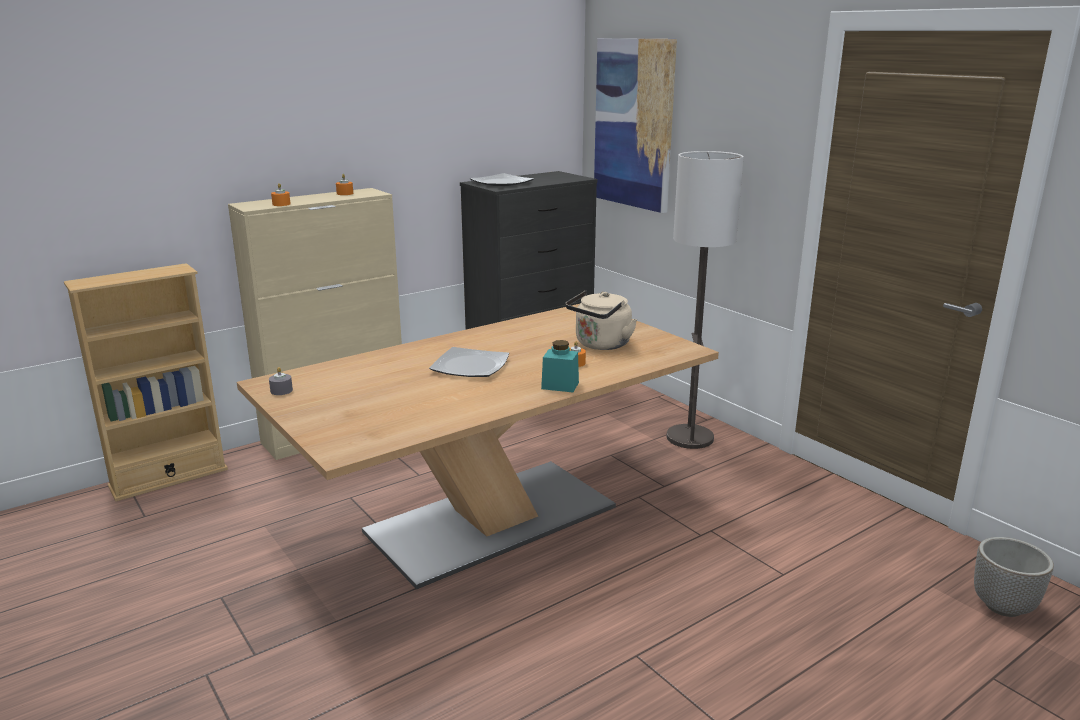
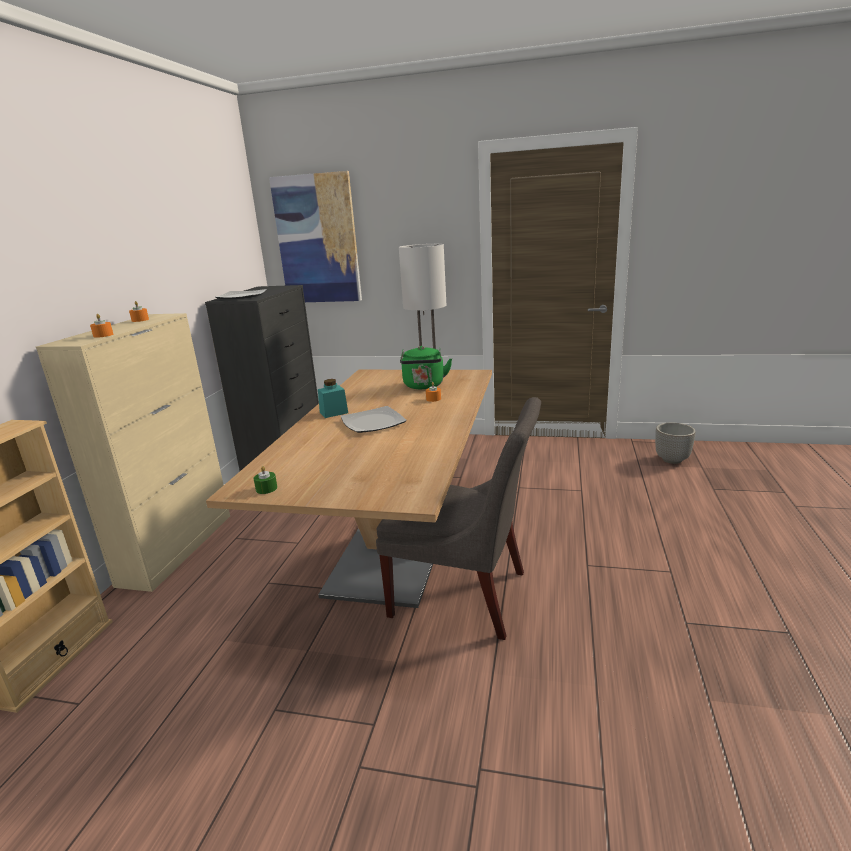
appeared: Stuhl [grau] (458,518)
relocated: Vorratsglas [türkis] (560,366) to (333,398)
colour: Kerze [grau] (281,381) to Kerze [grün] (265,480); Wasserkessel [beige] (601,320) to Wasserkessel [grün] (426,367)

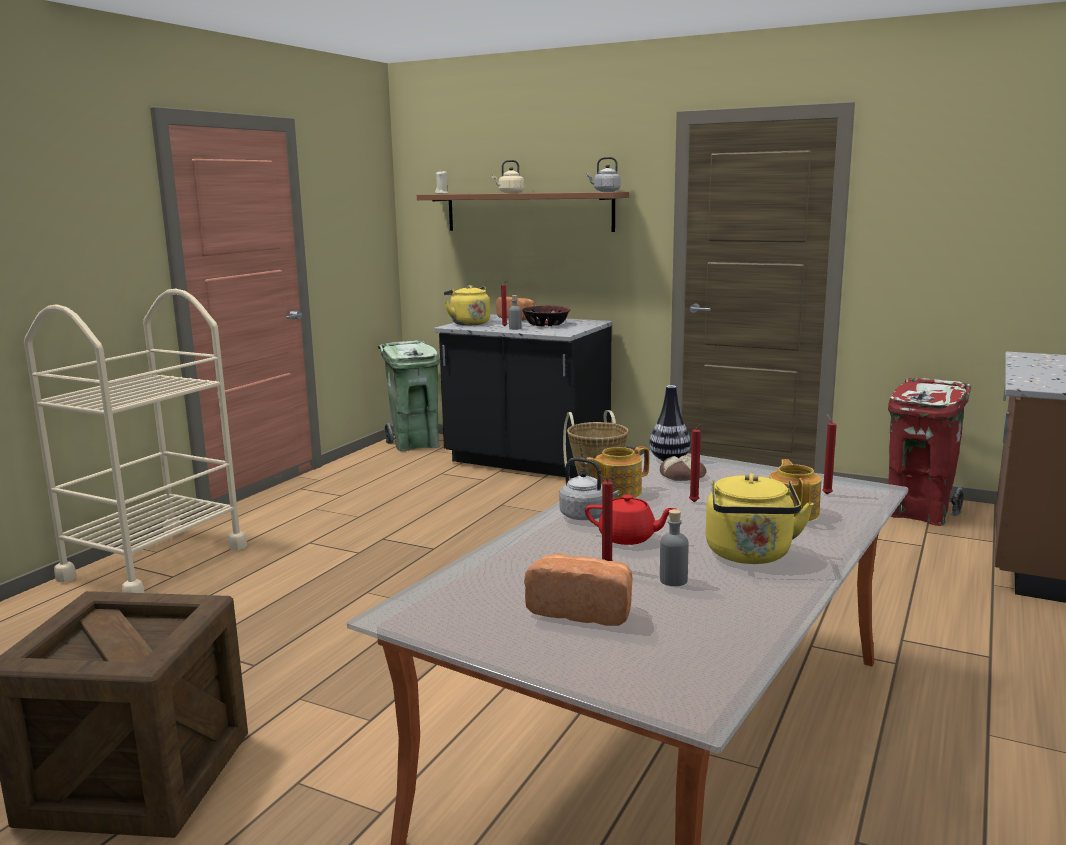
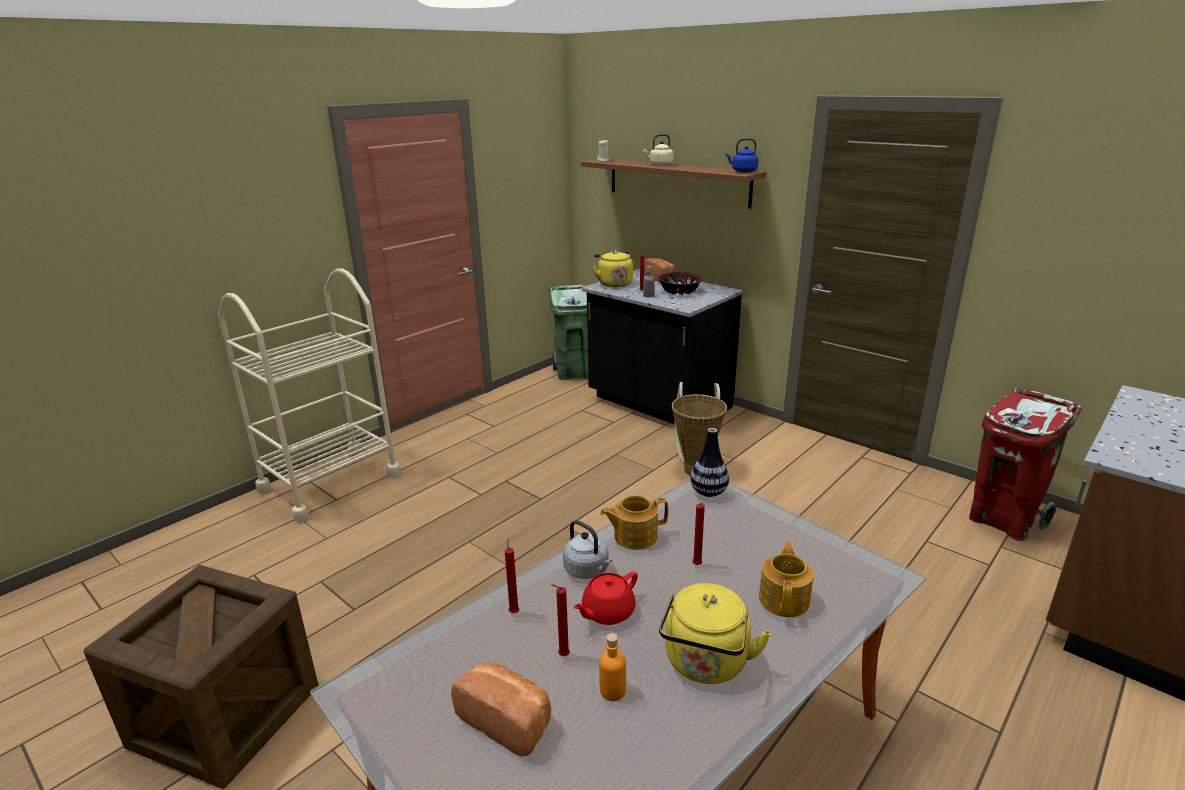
missing: Brot (683,468)
relocated: Kerze [rot] (829,454) to (512,575)
colour: Wasserkessel [grau] (603,174) to Wasserkessel [blau] (742,155); Flasche [grau] (674,547) to Flasche [orange] (612,667)
spun: Teekanne [rot] (630,519) = (605,598) 105 degrees clockwise

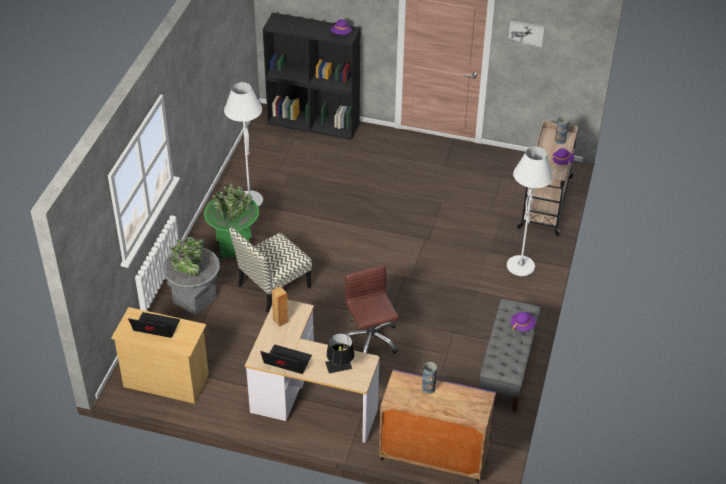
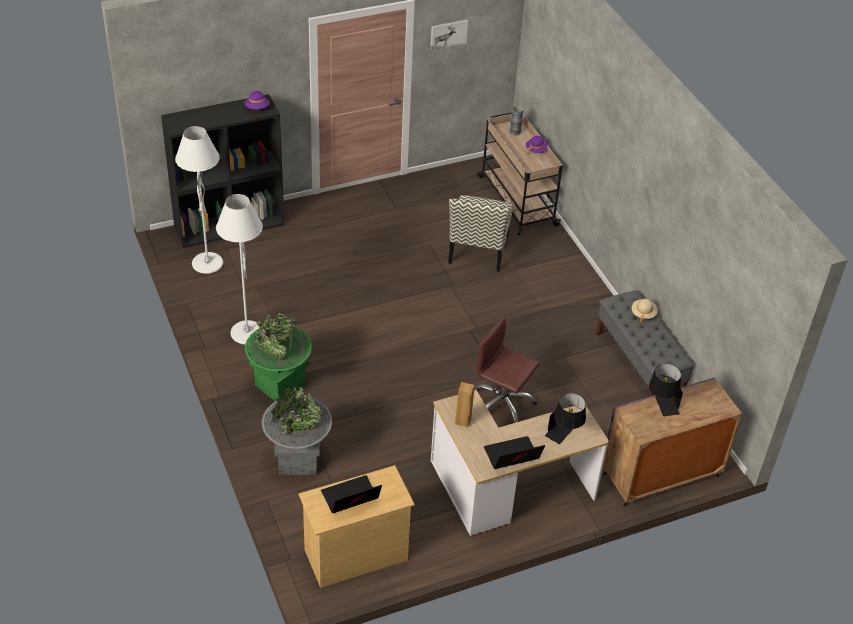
relocated: Stuhl (270,270) to (480,233); Stehlampe [weiß] (530,211) to (199,200)
exchanged: Vase (429,378) to Tischlampe [schwarz] (666,389)
colour: Hut [lila] (523,321) to Hut [beige] (645,310)

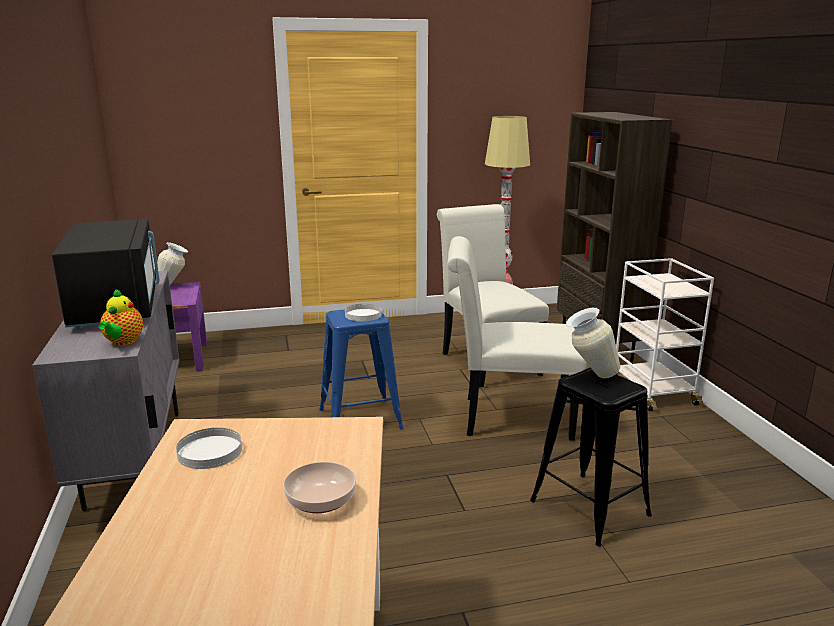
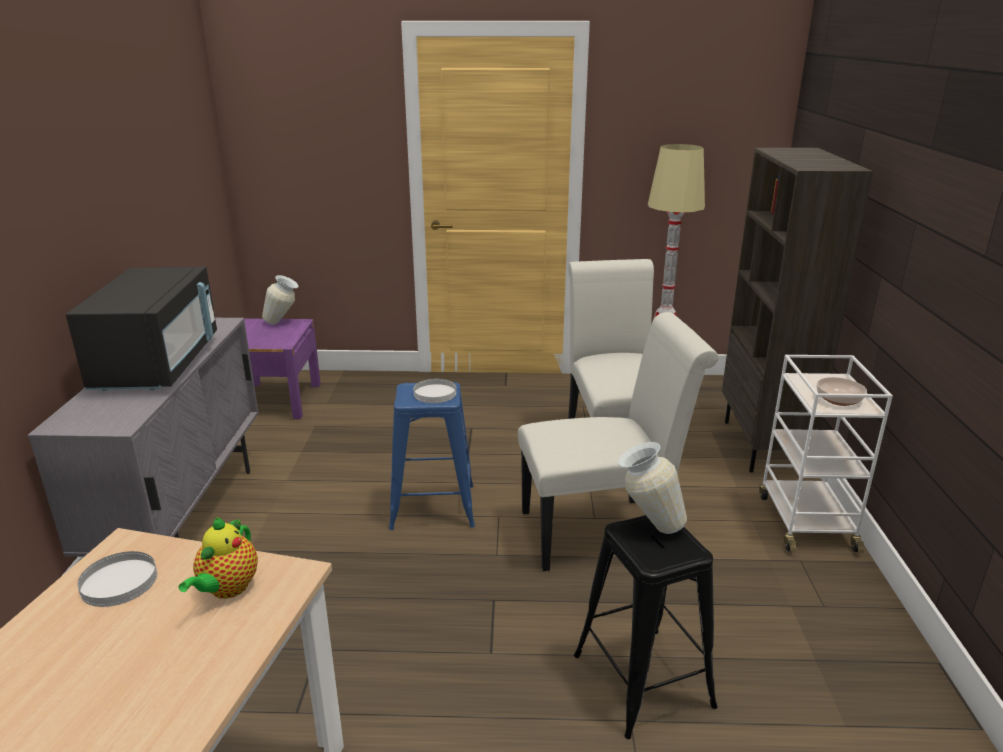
relocated: Teekanne (120,317) to (218,558); Schüssel (319,487) to (842,391)
spun: Stuhl [weiß] (517,338) = (618,441) 150 degrees clockwise

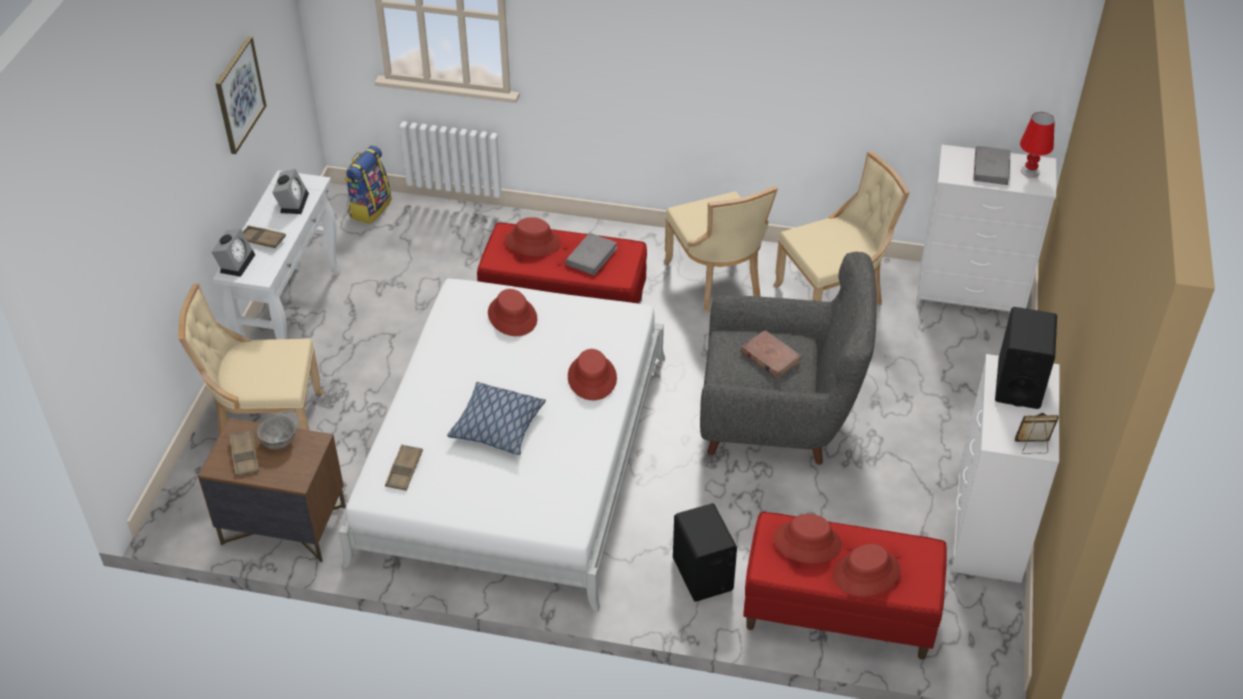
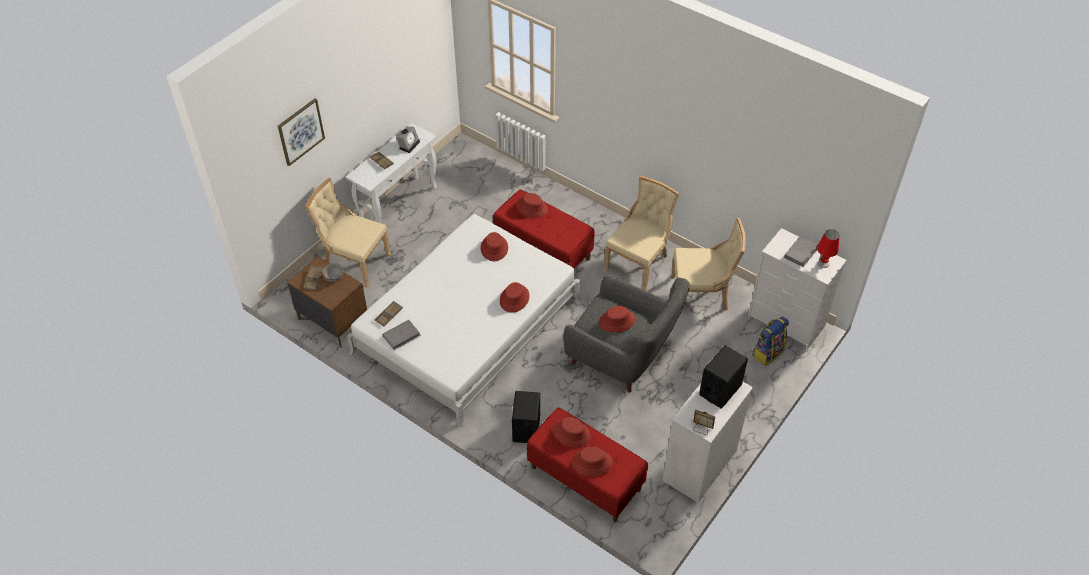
missing: Wecker (233,253); Kissen (496,418)
relocated: Bild (240,95) to (301,132); Rucksack (368,185) to (771,341); Buch [grau] (591,254) to (401,335)
exchanged: Buch [braun] (771,354) to Hut [rot] (617,319)
spun: Stuhl [beige] (720,249) = (641,233) 150 degrees counterclockwise

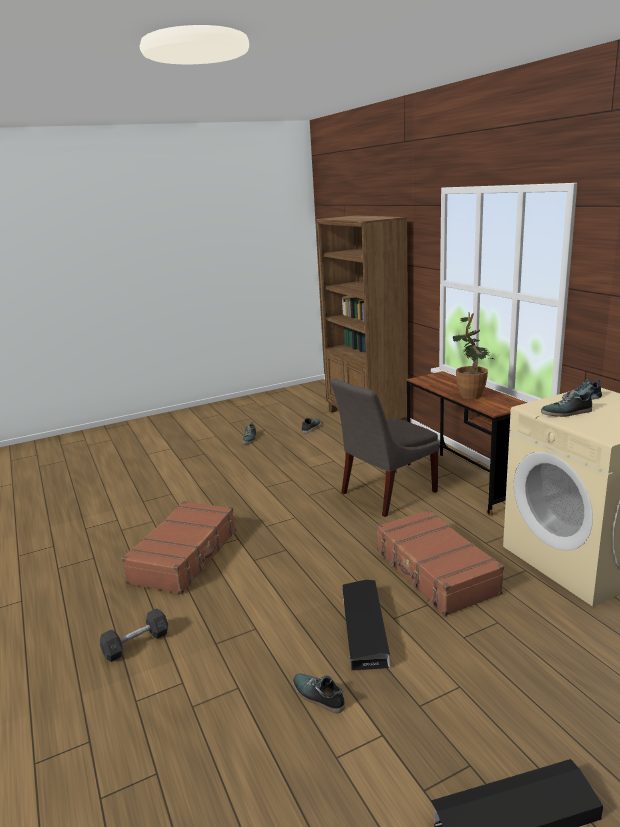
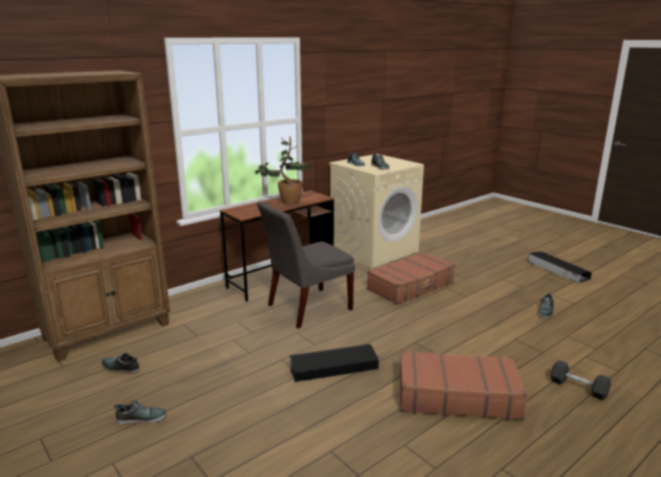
relocated: Aufbewahrungsbox [schwarz] (366,625) to (334,363)
spun: Stuhl [grau] (385,447) = (306,264) 105 degrees clockwise

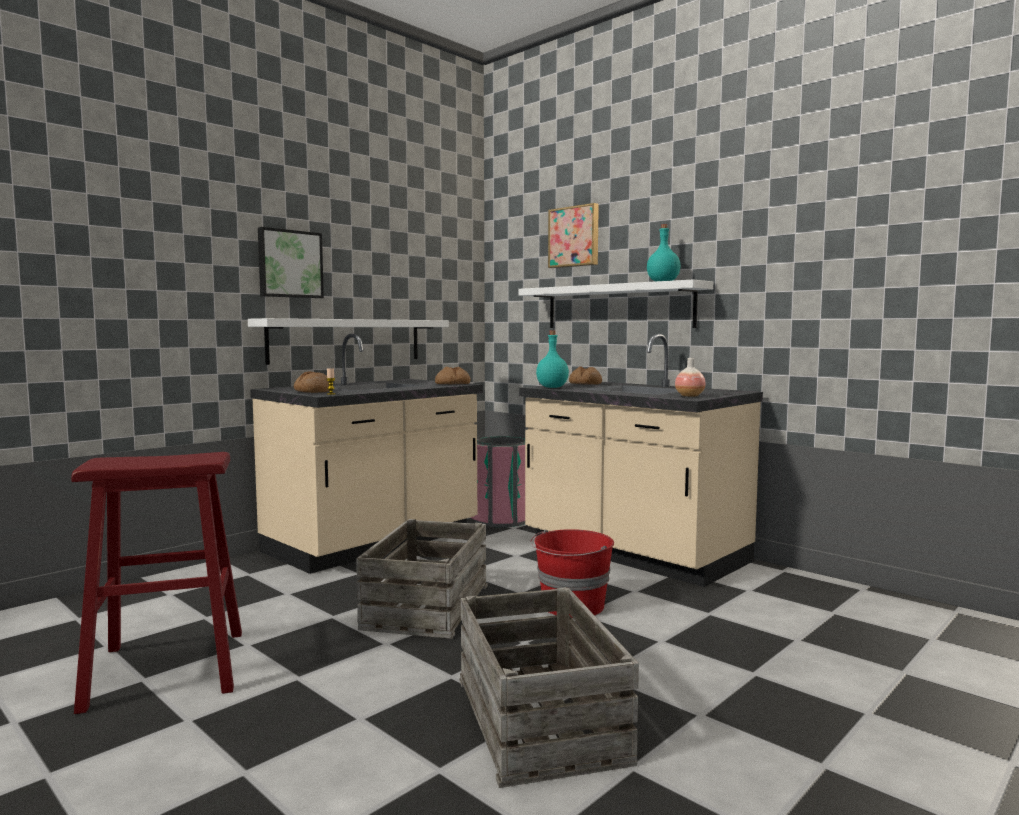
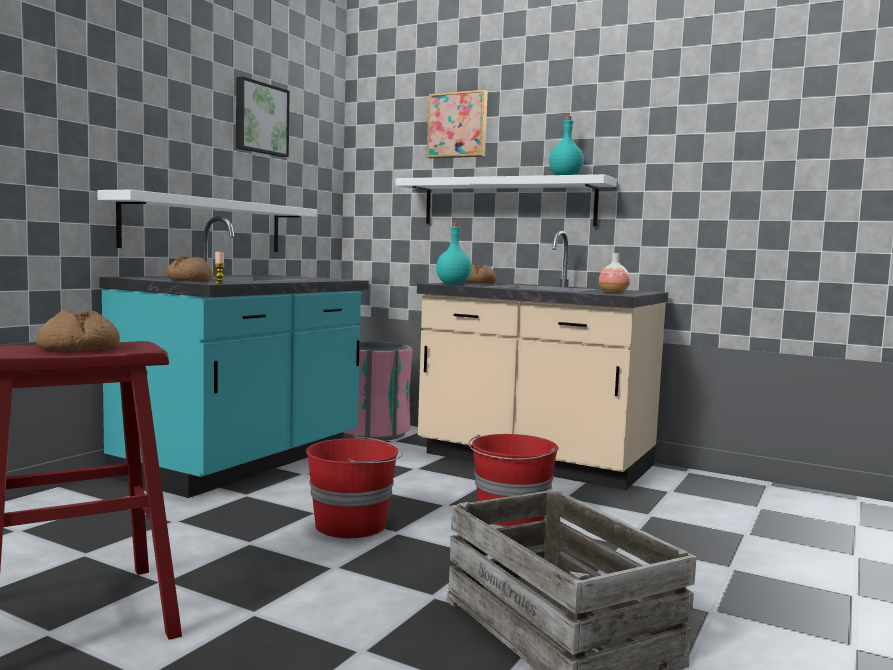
relocated: Bild (291,262) to (263,116); Brot (453,375) to (78,330)
exchanged: Kiste (422,579) to Eimer [rot] (354,486)
colour: Küchenzeile [beige] (366,454) to Küchenzeile [türkis] (234,357)

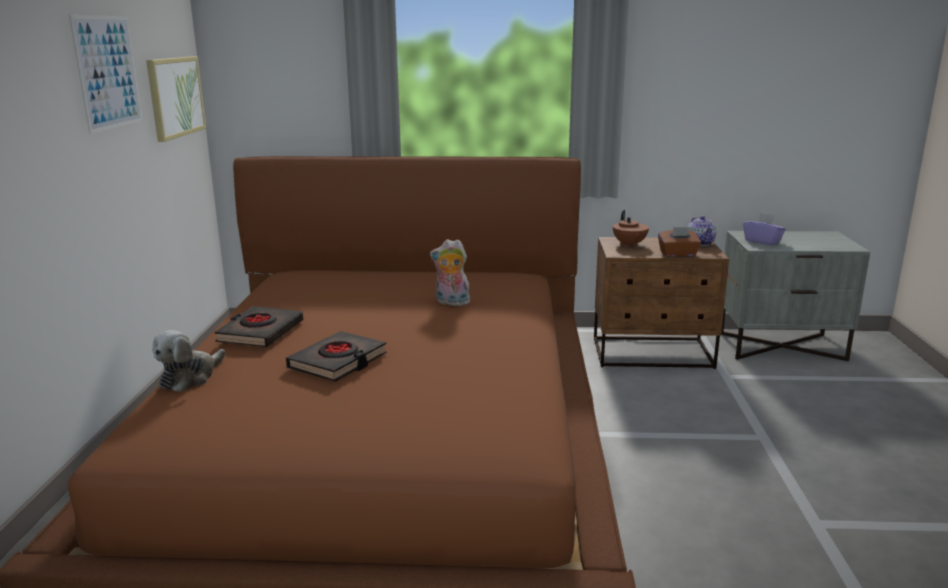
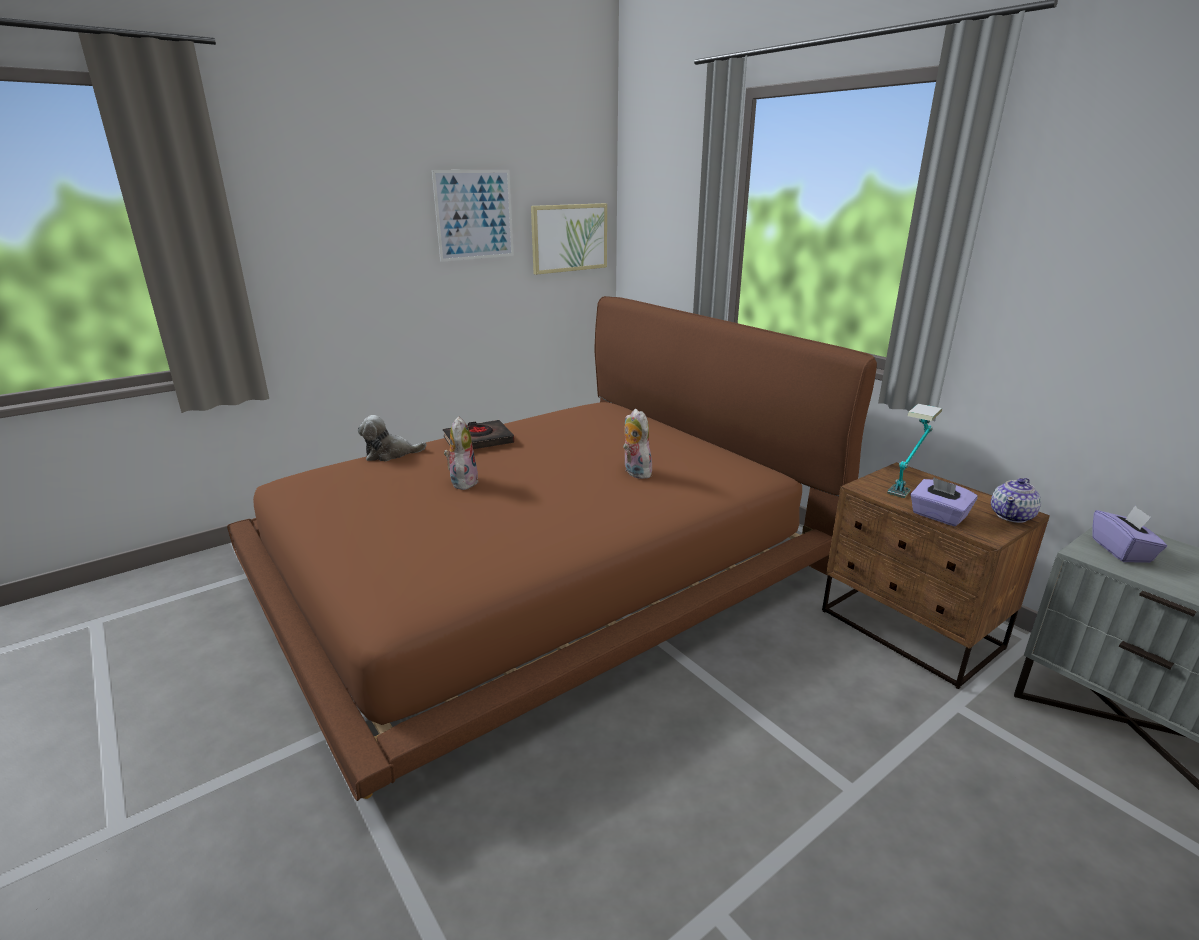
exchanged: Buch [schwarz] (336,356) to Plüschtier (461,453); Teekanne [braun] (631,228) to Tischlampe (914,451)
colour: Taschentuchbox [braun] (679,242) to Taschentuchbox [lila] (944,502)

